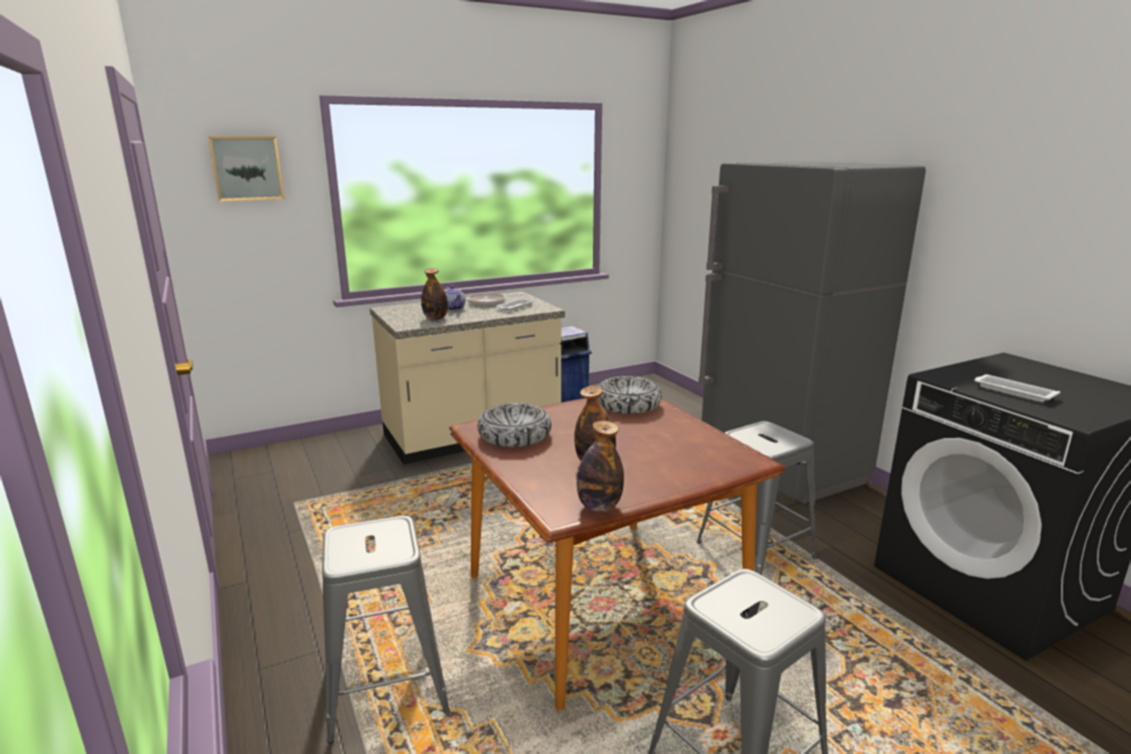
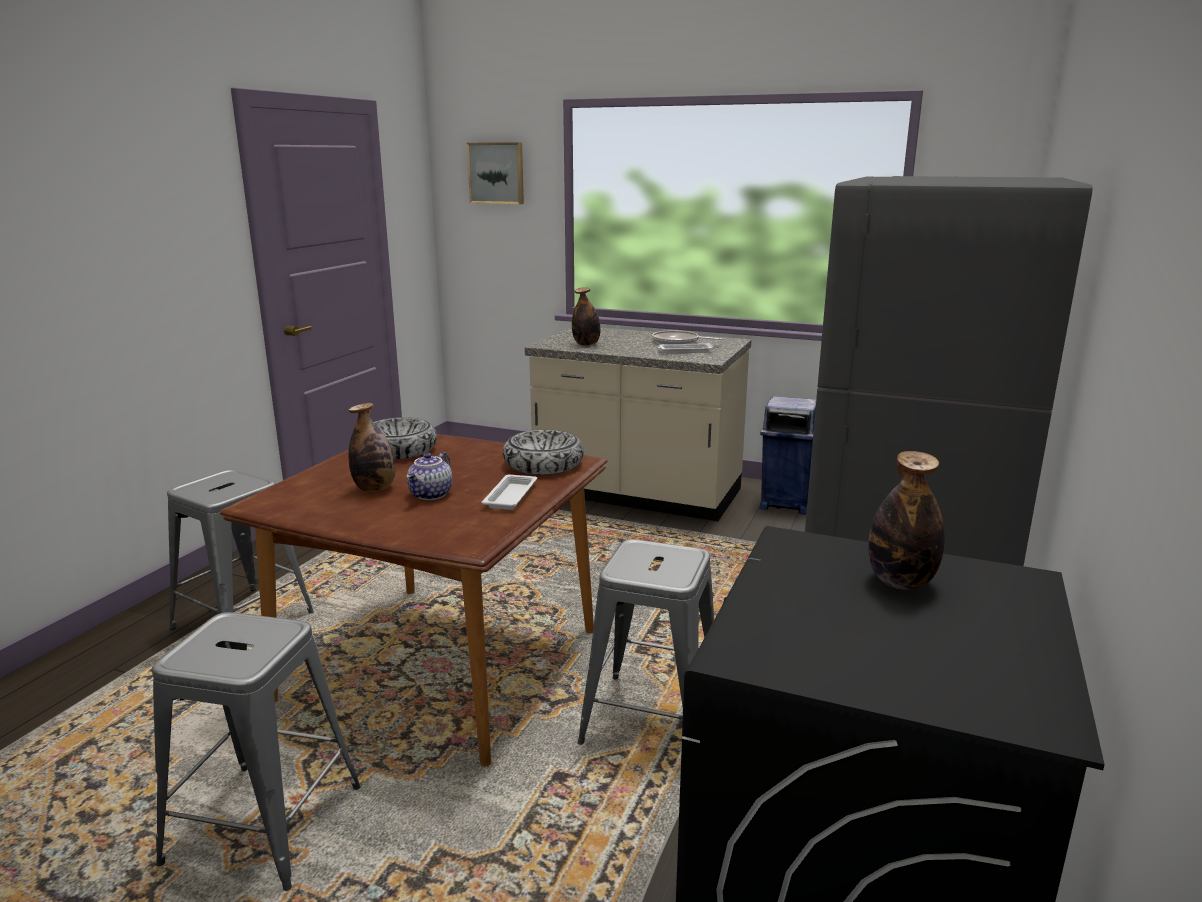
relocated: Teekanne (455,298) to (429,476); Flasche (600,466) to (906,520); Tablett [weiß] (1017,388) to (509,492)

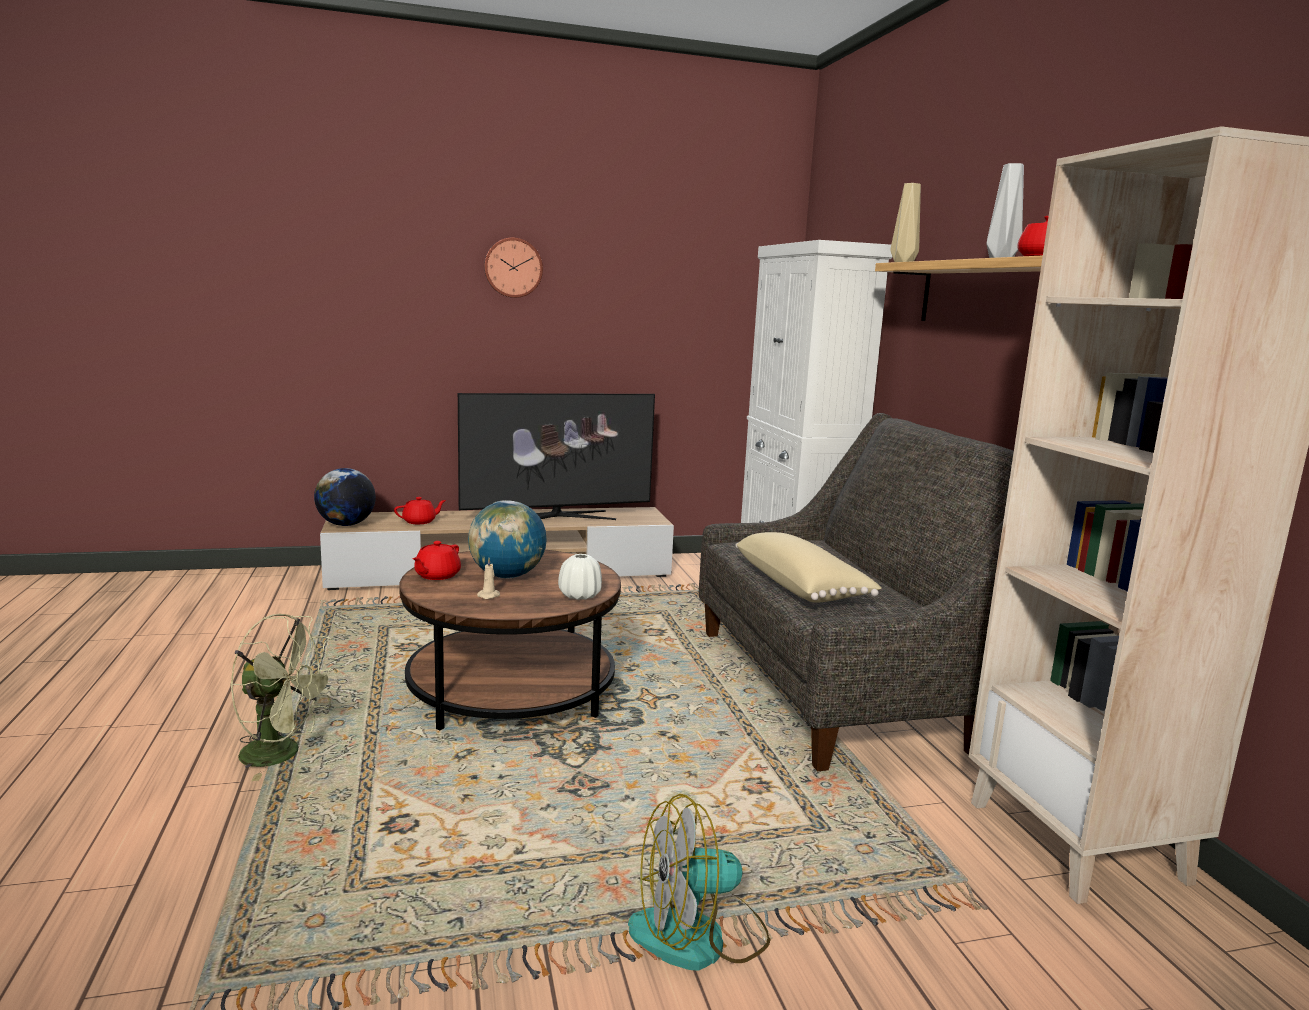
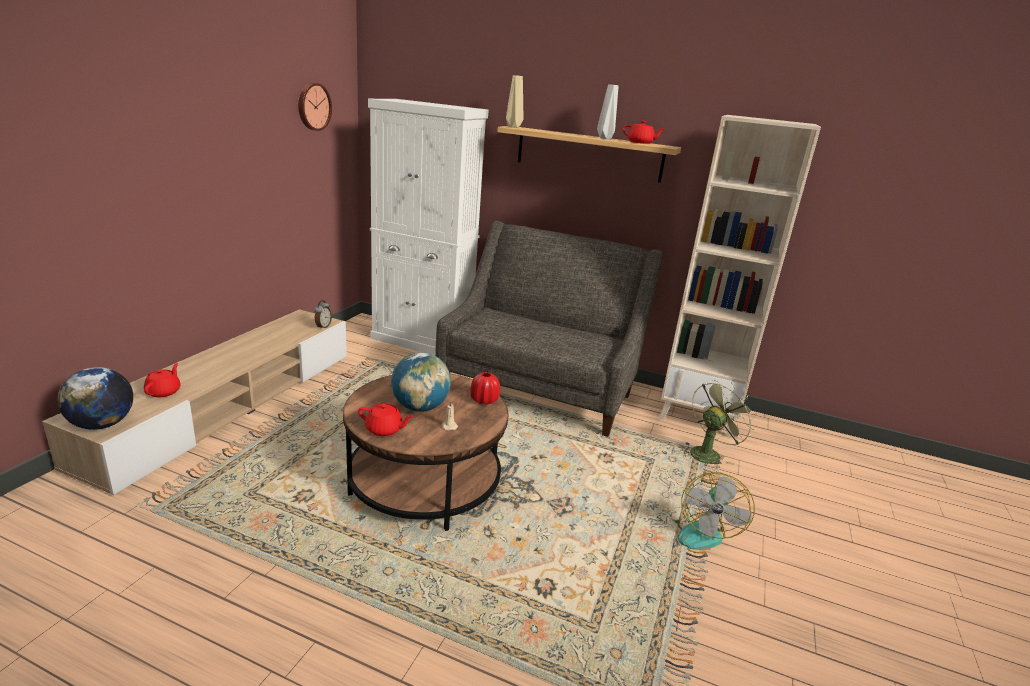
missing: Fernseher (556,456); Kissen [beige] (808,567)
appeared: Wecker (323,314)
relocated: Ventilator [grün] (283,697) to (718,422); Wanduhr (513,268) to (315,107)
colour: Vase [weiß] (580,577) to Vase [rot] (485,388)
spun: Teekanne [rot] (436,560) = (386,419) 45 degrees counterclockwise

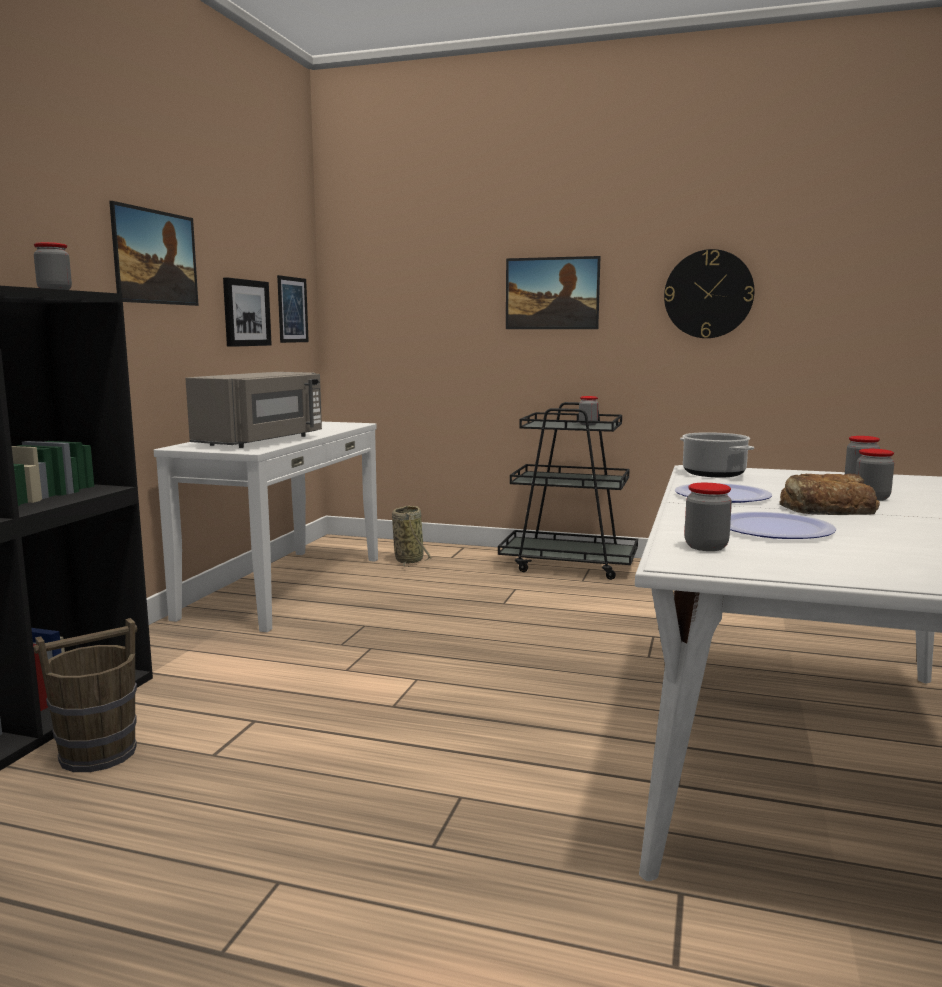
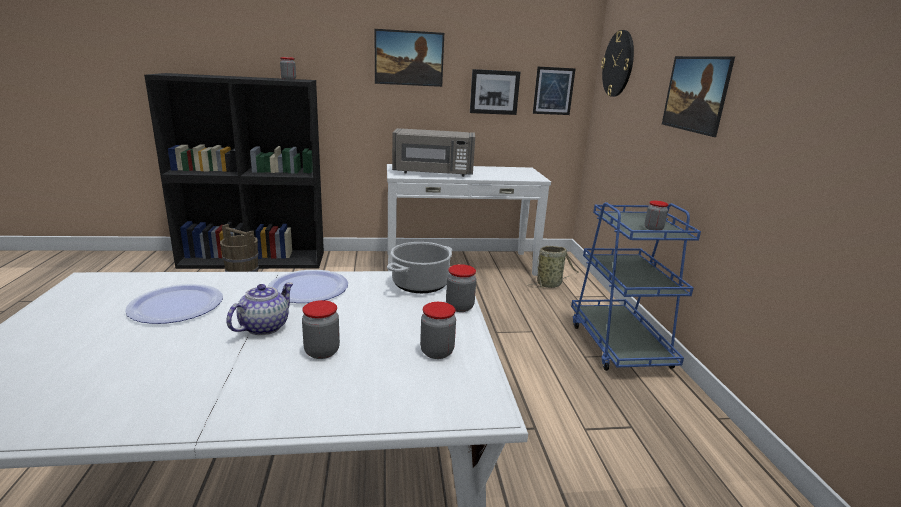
relocated: Wanduhr (709,293) to (617,63); Vorratsglas (708,517) to (461,288)
exchanged: Brot (829,494) to Teekanne (260,308)
colour: Rollwagen [schwarz] (568,491) to Rollwagen [blau] (636,286)

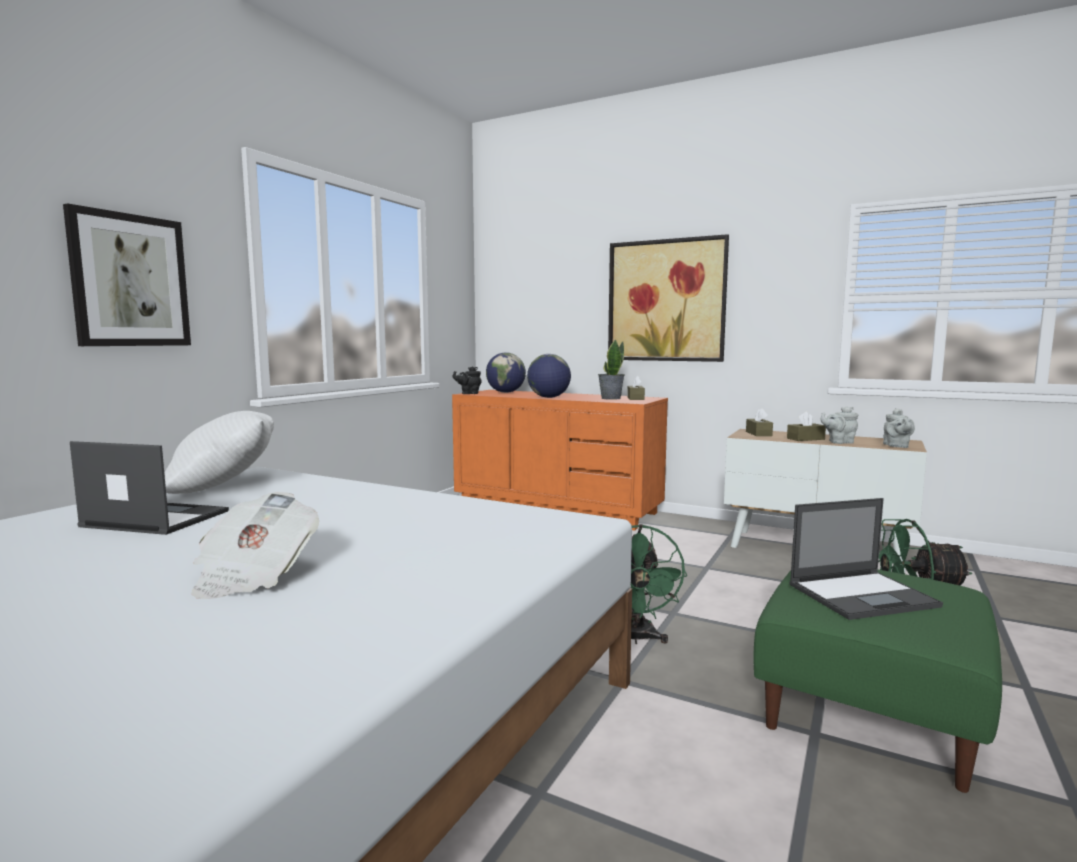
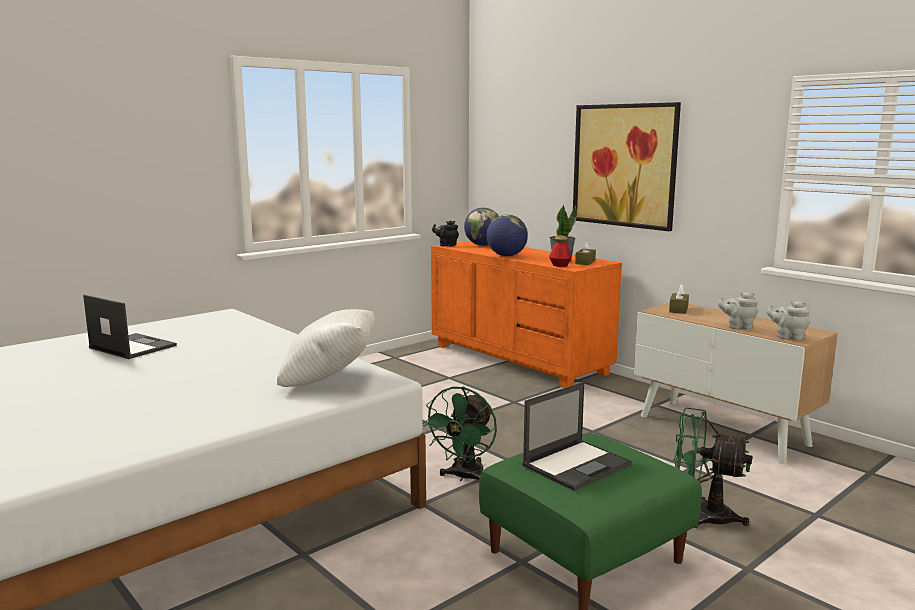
missing: Bild (127,274); Zeitung (256,545); Taschentuchbox [braun] (806,426)
appeared: Flasche (560,251)
relocated: Kissen [weiß] (219,452) to (326,348)
spun: Laptop (866,559) = (577,436) 45 degrees counterclockwise; Teekanne [grau] (899,428) = (788,321) 90 degrees clockwise

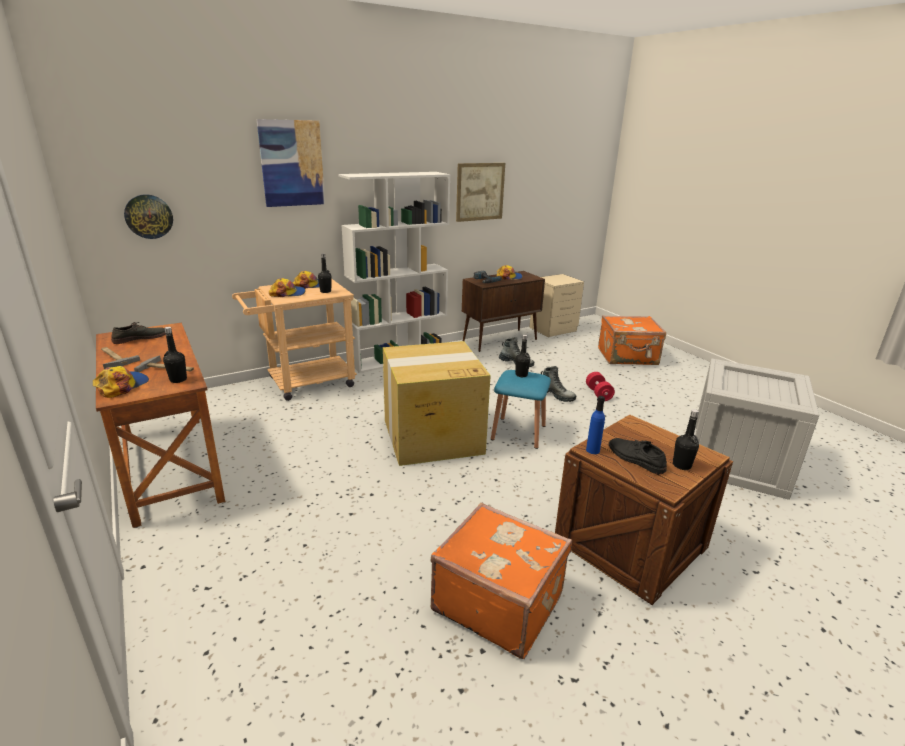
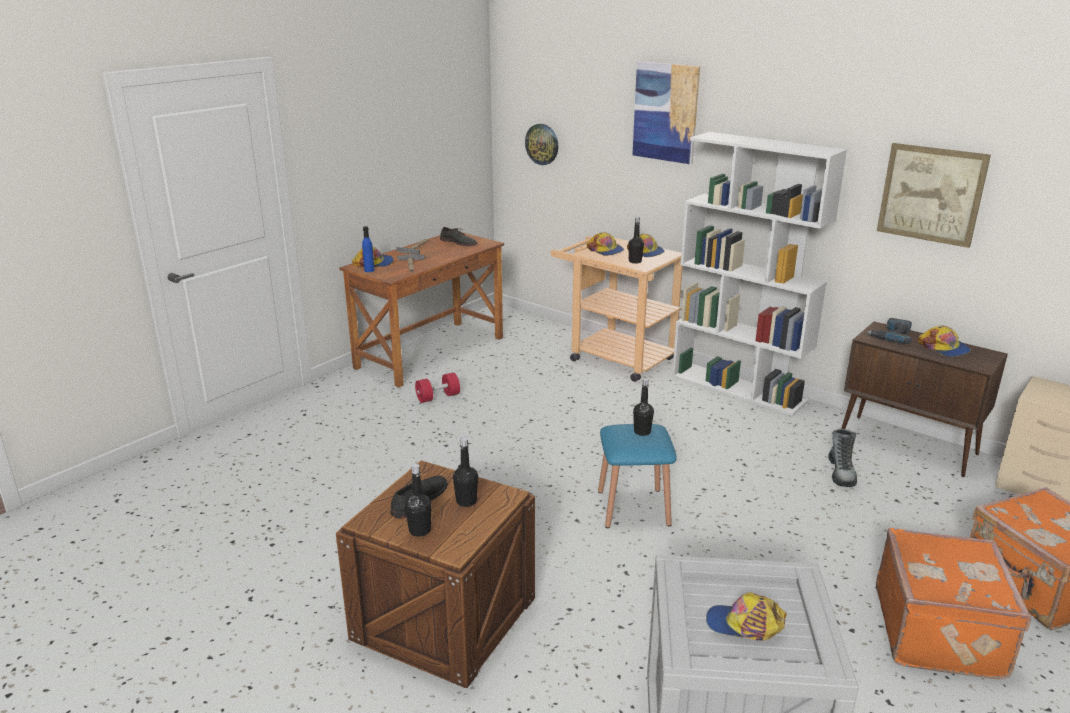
missing: Karton (437,403); Stiefel (558,384)
appeared: Kappe (746,616)
relocated: Flasche [schwarz] (175,355) to (465,472); Koffer [orange] (501,581) to (953,603); Hantel [rot] (600,386) to (437,387); Flasche [blau] (595,425) to (368,249)

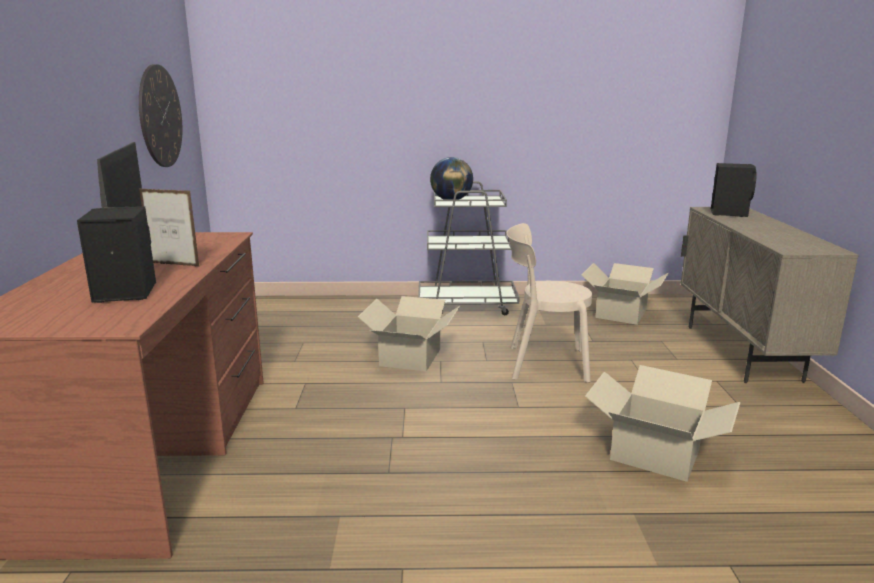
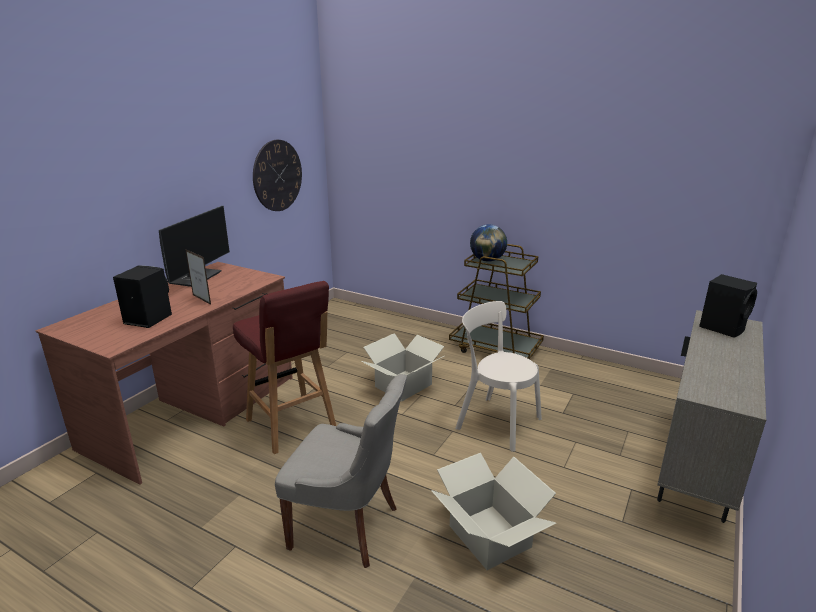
missing: Karton (625,294)
appeared: Hocker [rot] (284,367); Stuhl [grau] (341,471)
colour: Rollwagen [grau] (469,248) to Rollwagen [braun] (496,301)

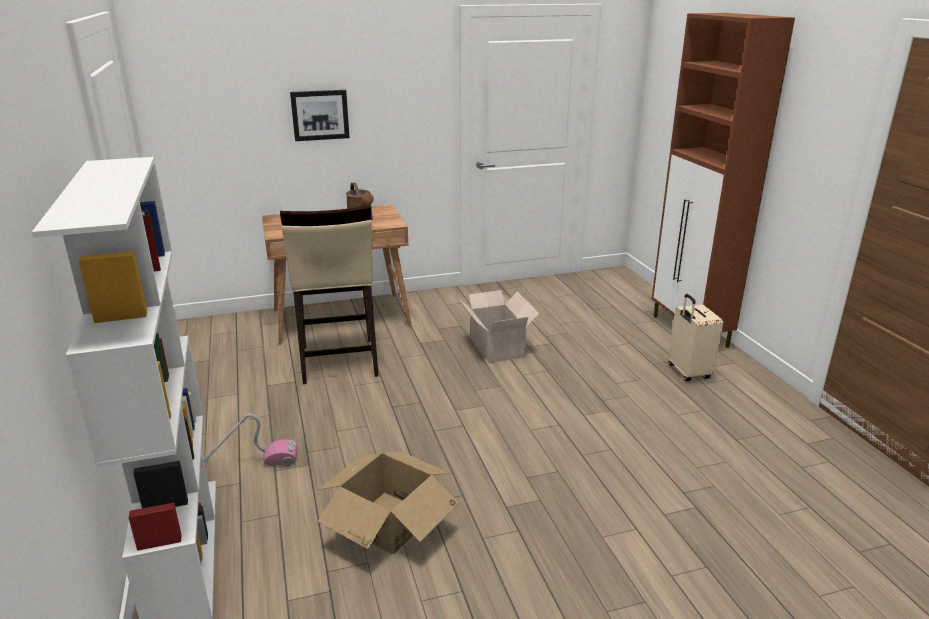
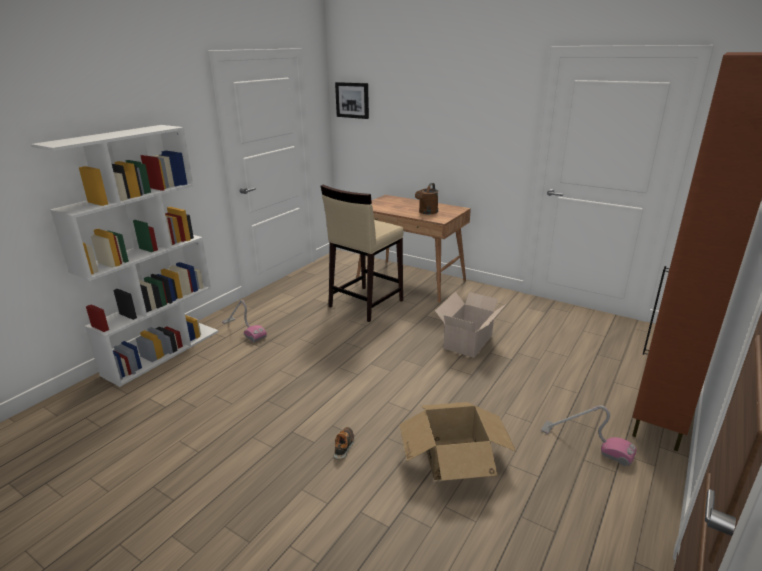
appeared: Schuh (343,443)
relocated: Bild (320,115) to (352,100); Karton (388,503) to (457,441)
exchanged: Koffer [beige] (696,337) to Staubsauger (588,435)

